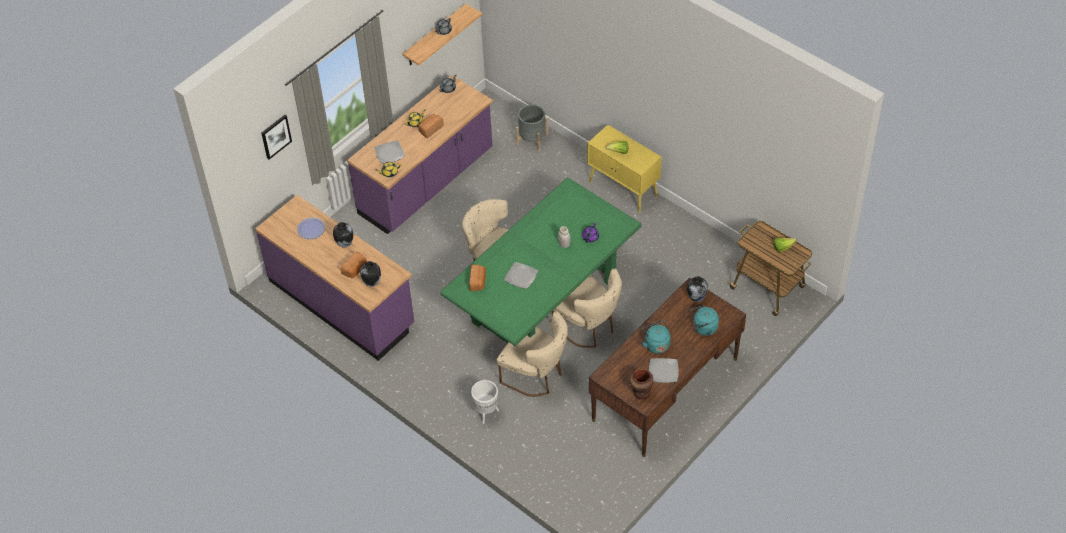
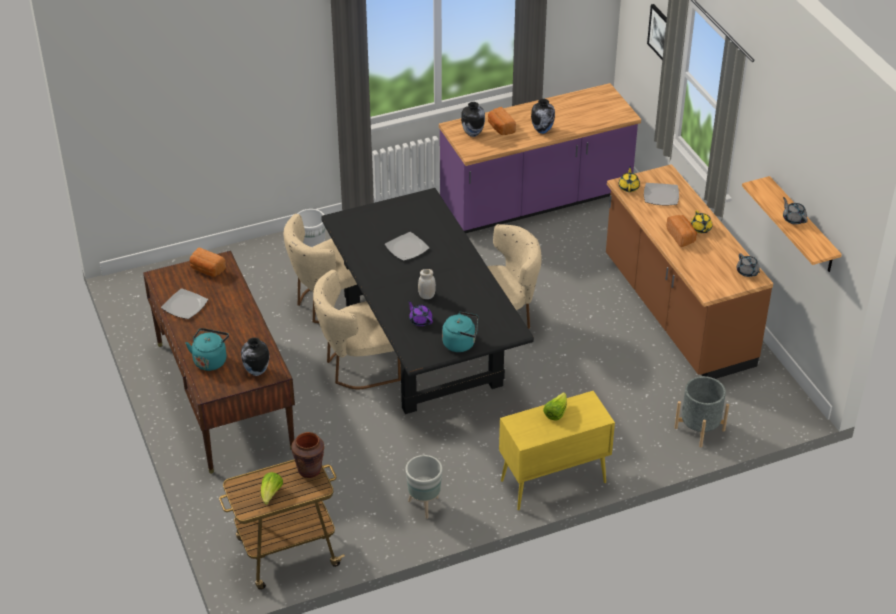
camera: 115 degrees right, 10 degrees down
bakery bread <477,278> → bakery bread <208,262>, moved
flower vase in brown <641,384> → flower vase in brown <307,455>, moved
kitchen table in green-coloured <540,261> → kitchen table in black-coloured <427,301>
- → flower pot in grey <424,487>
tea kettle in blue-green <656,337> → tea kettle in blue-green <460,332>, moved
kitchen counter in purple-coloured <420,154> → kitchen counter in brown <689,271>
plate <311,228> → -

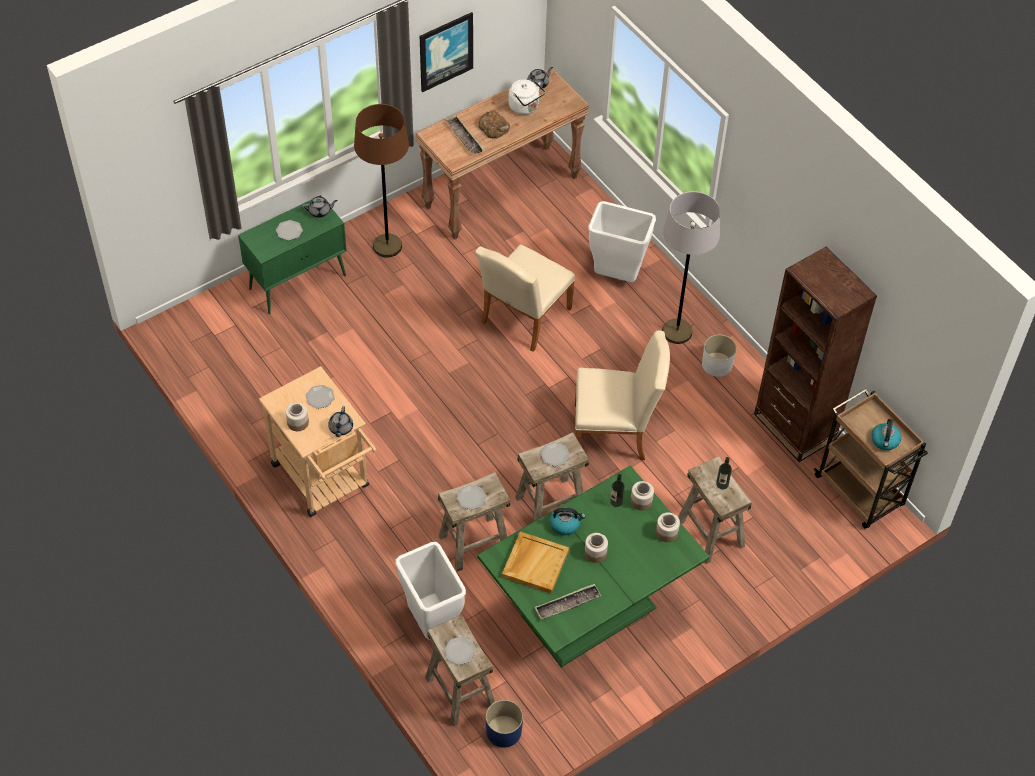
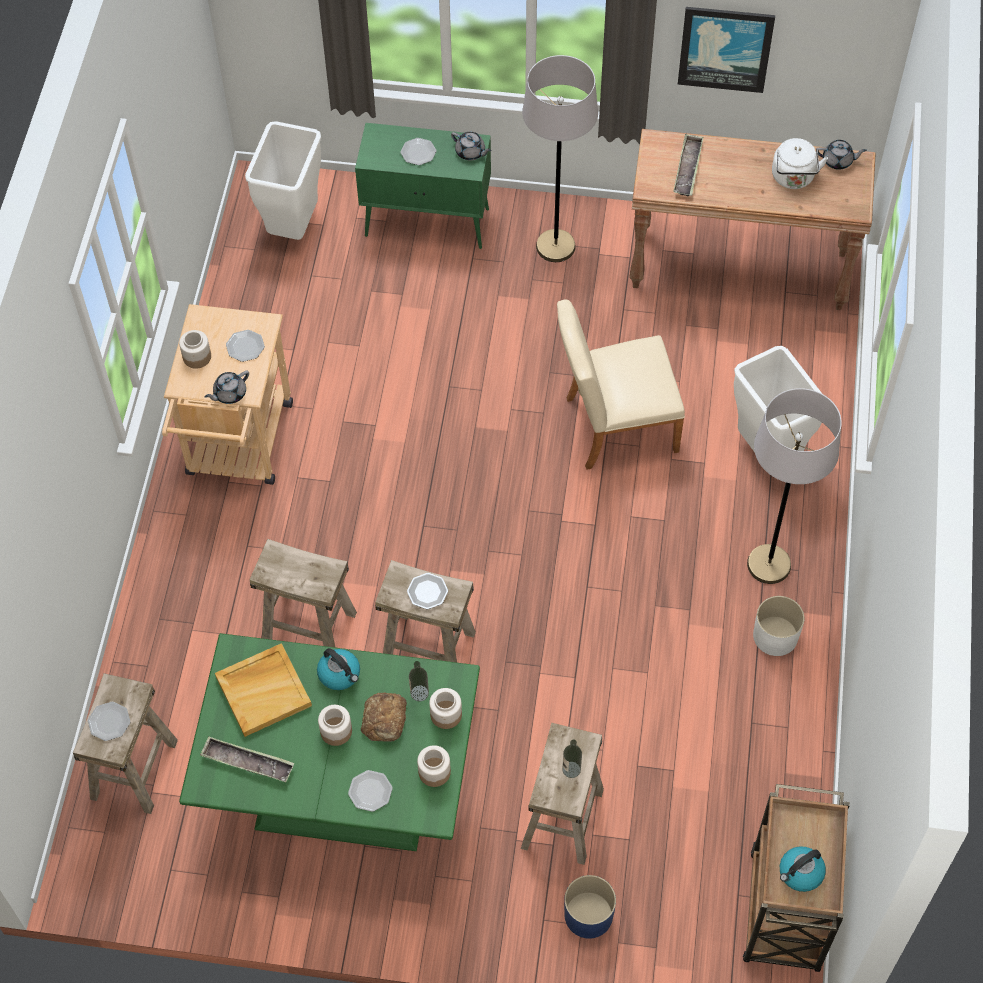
camera: 45 degrees right, 5 degrees up
trash can in whitish <431,591> → trash can in whitish <283,180>, moved
plate <471,497> → plate <370,791>, moved
bakery bread <494,125> → bakery bread <384,717>, moved
standard lamp in brown <381,181> → standard lamp in grey <560,158>
flower pot in bluish <504,724> → flower pot in bluish <590,907>, moved
upright chair in sand-coloured <622,395> → -
bookcase in brown <815,354> → -

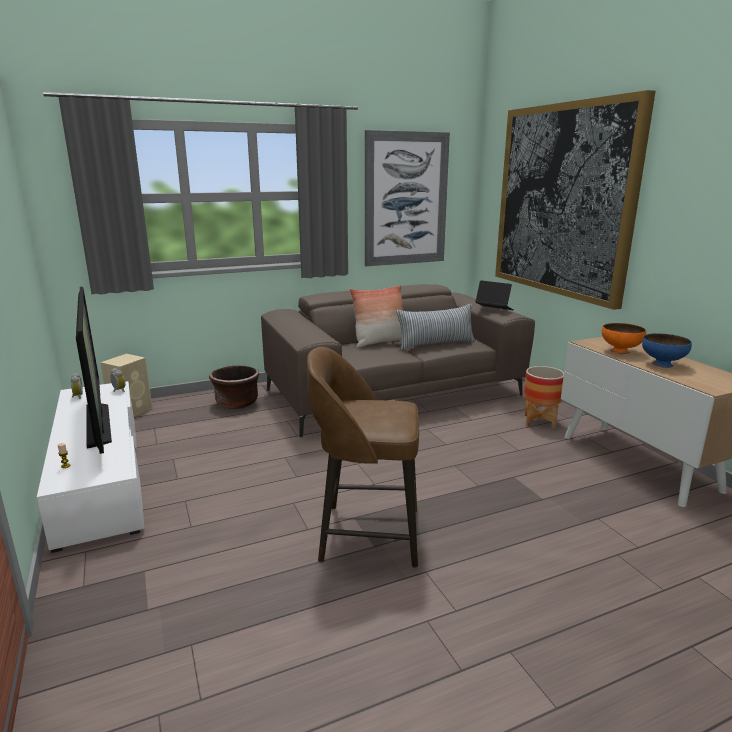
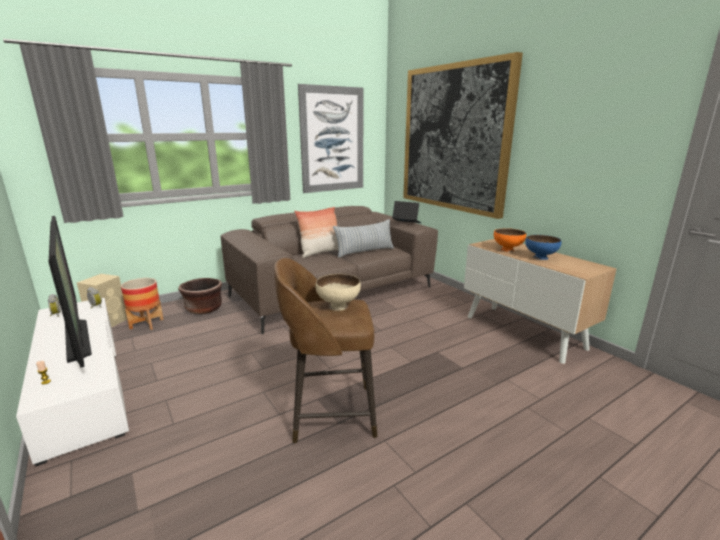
camera: 10 degrees left, 0 degrees up
flower pot <544,397> → flower pot <142,304>, moved
- → serving bowl in sand-coloured <338,292>

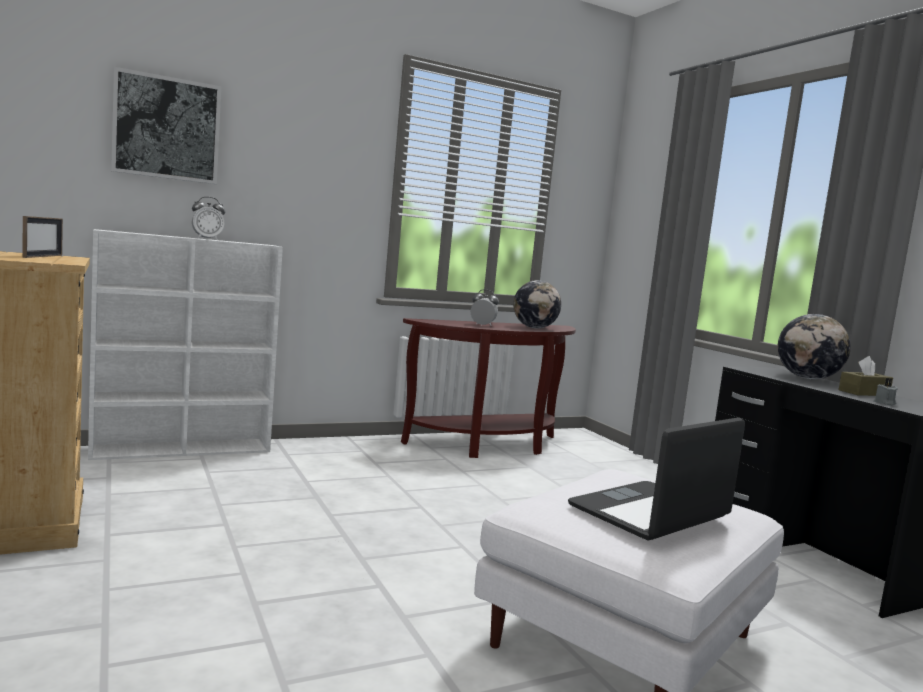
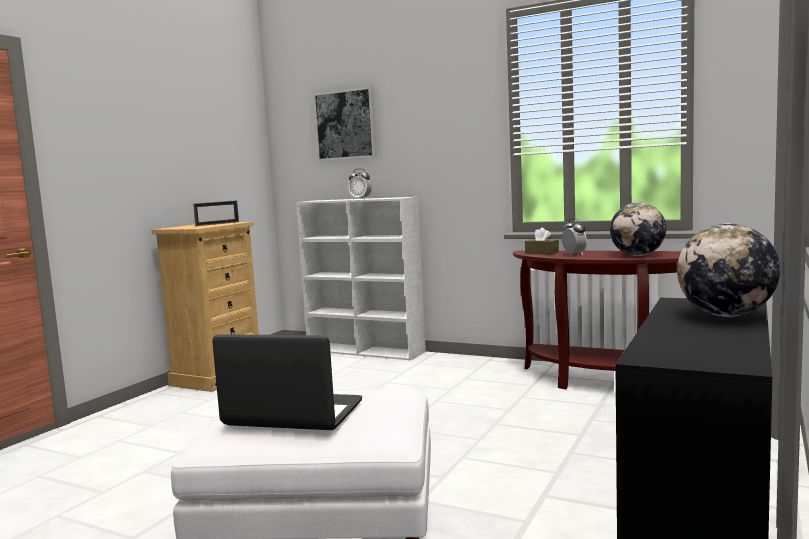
camera: 55 degrees right, 0 degrees up
box of tissues in brown <866,376> → box of tissues in brown <542,241>, moved
wax light in grey <885,391> → -

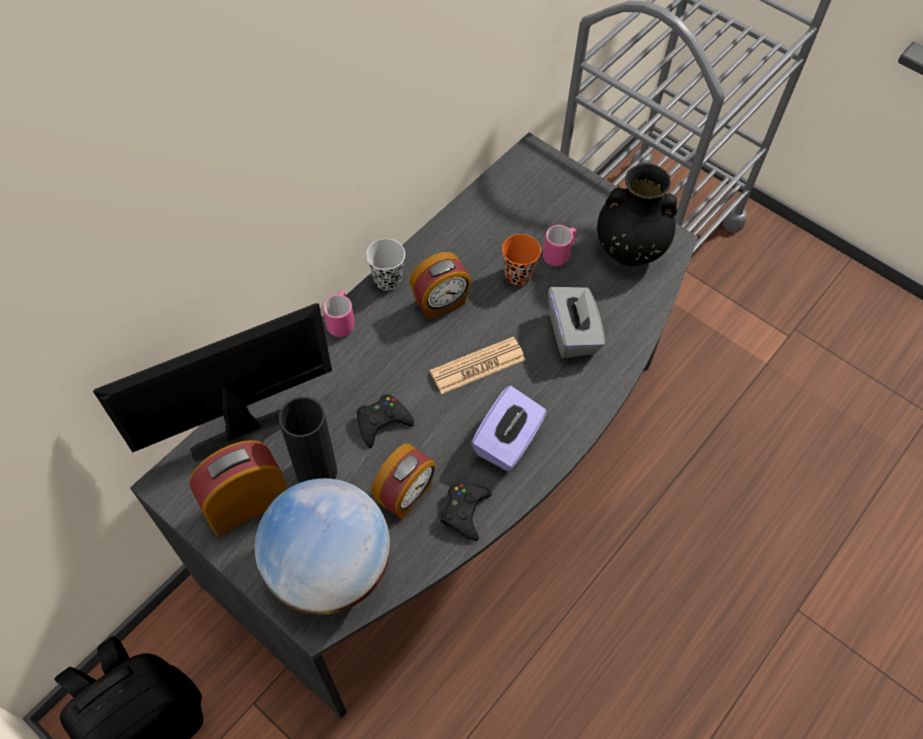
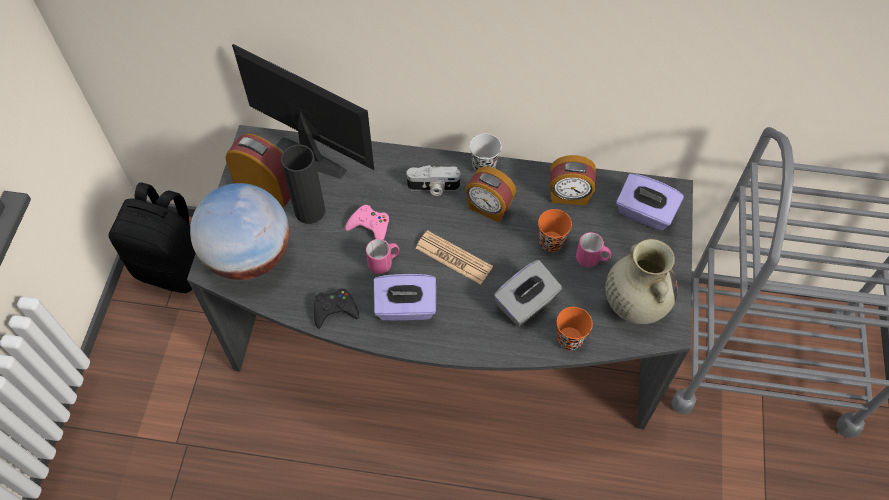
camera: 60 degrees right, 0 degrees up
joypad in black-coloured <385,421> → joypad in pink <367,222>
tea mug in pink <339,314> → tea mug in pink <382,256>, moved
- → still camera <433,180>
alarm clock <403,481> → alarm clock <573,180>, moved
- → cup in orangey <575,328>
flower vase in black-coloured <637,214> → flower vase in sand-coloured <641,281>
- → box of tissues in purple-coloured <650,202>

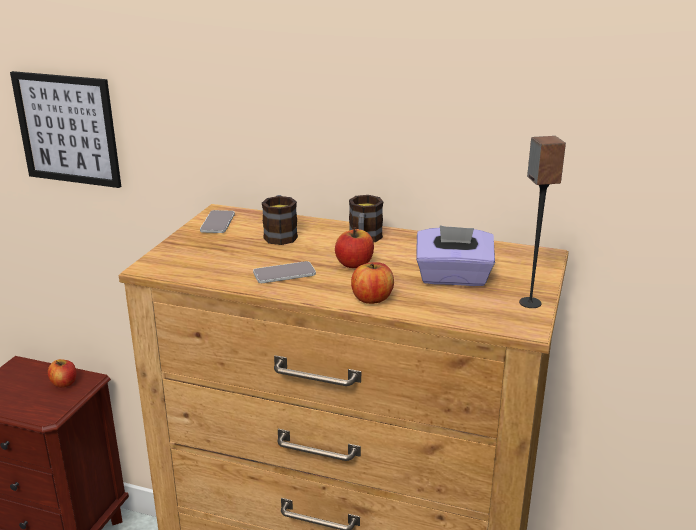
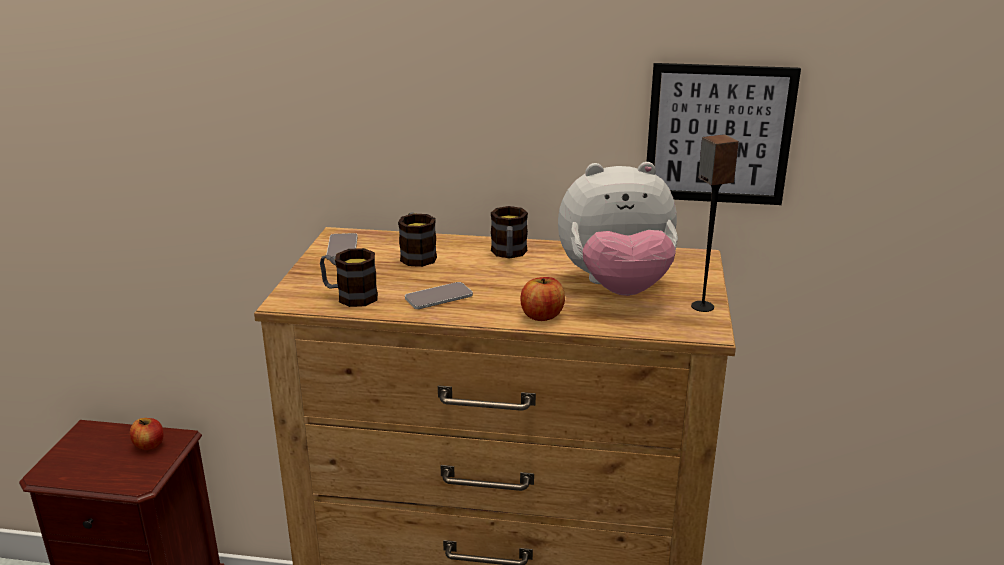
camera: 10 degrees left, 0 degrees up
- → tea mug <349,277>
box of tissues in purple-coloured <455,255> → cuddly toy <618,229>
wall art <65,129> → wall art <724,134>, moved
apple <354,247> → -

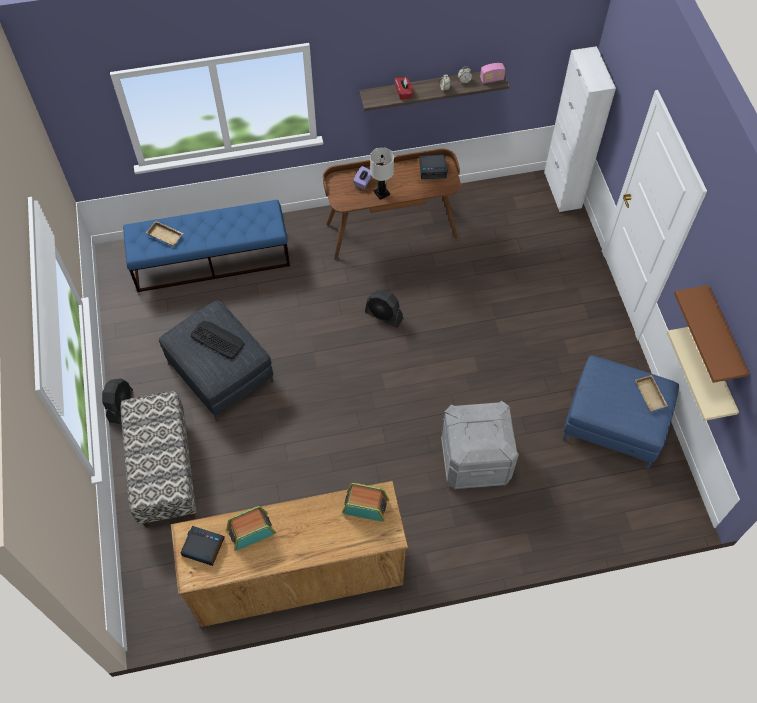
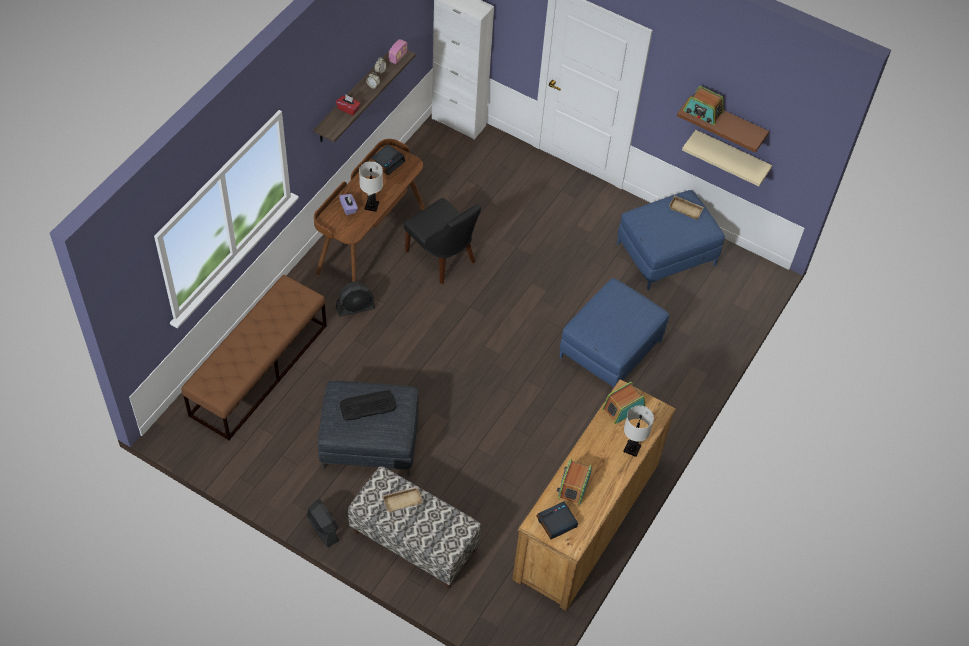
camera: 50 degrees left, 5 degrees down
bench in bluish <206,246> → bench in brown <254,357>
cooling fan in black-coloured <384,308> → cooling fan in black-coloured <355,299>, moved
tray in sand-coloured <164,234> → tray in sand-coloured <402,499>, moved
- → upright chair in black-coloured <442,241>
storage box in grey <480,445> → footrest in bluish <614,333>
- → lamp for a table in whitish <638,431>
- → radio <703,105>

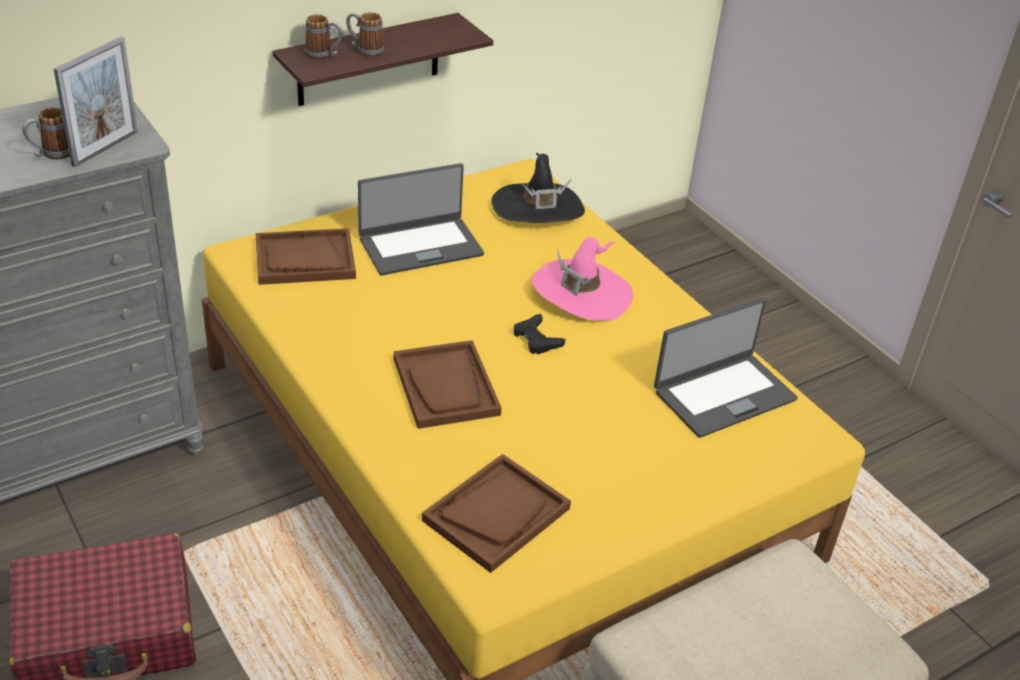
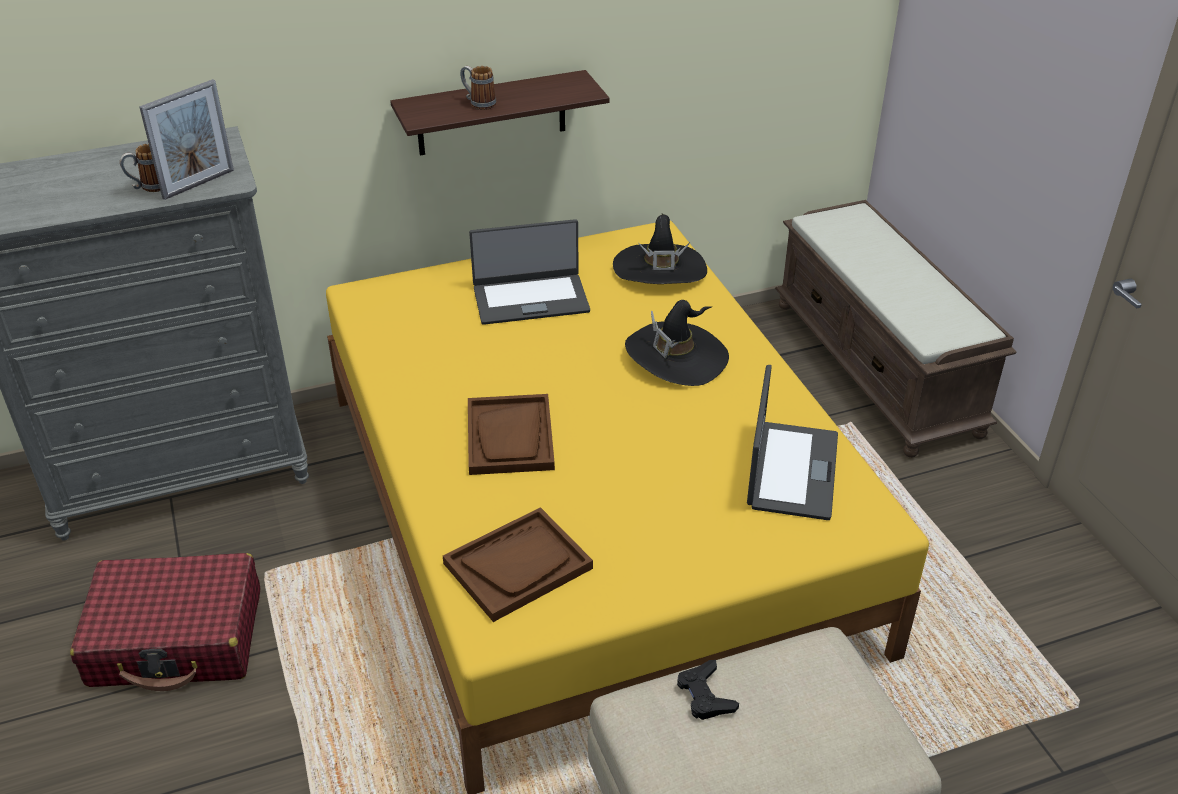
camera: 15 degrees right, 0 degrees up
clothing hat in pink <582,279> → clothing hat in black-coloured <677,343>
joypad in black-coloured <539,334> → joypad in black-coloured <708,690>, moved
notebook computer <726,368> → notebook computer <792,442>, 60 degrees counterclockwise
- → bench in brown <896,329>
tray in brown <306,256> → -
tea mug <323,36> → -

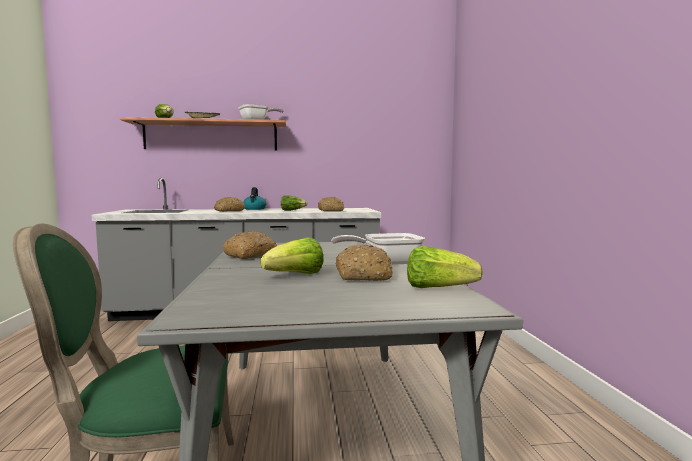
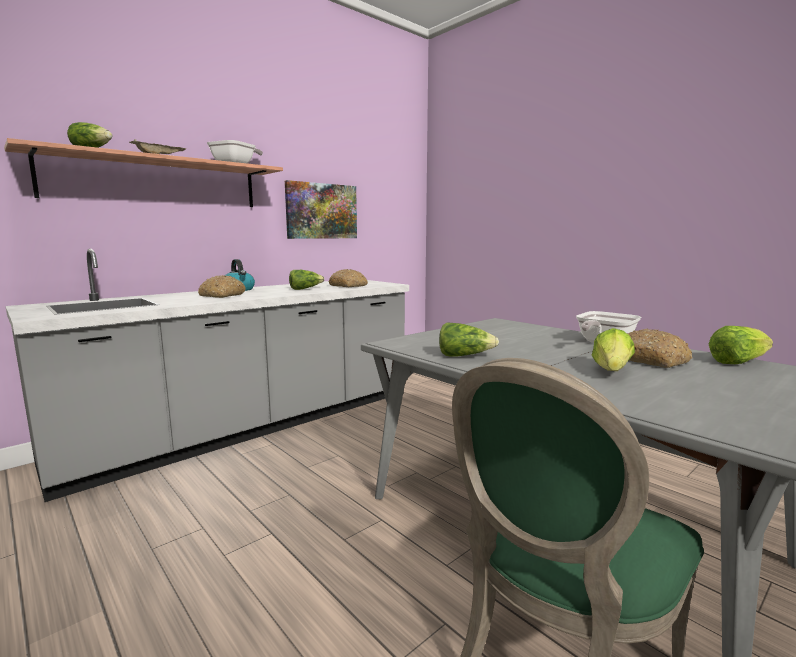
camera: 35 degrees left, 5 degrees up
- → wall art <321,209>
bakery bread <249,245> → lettuce head <469,339>

